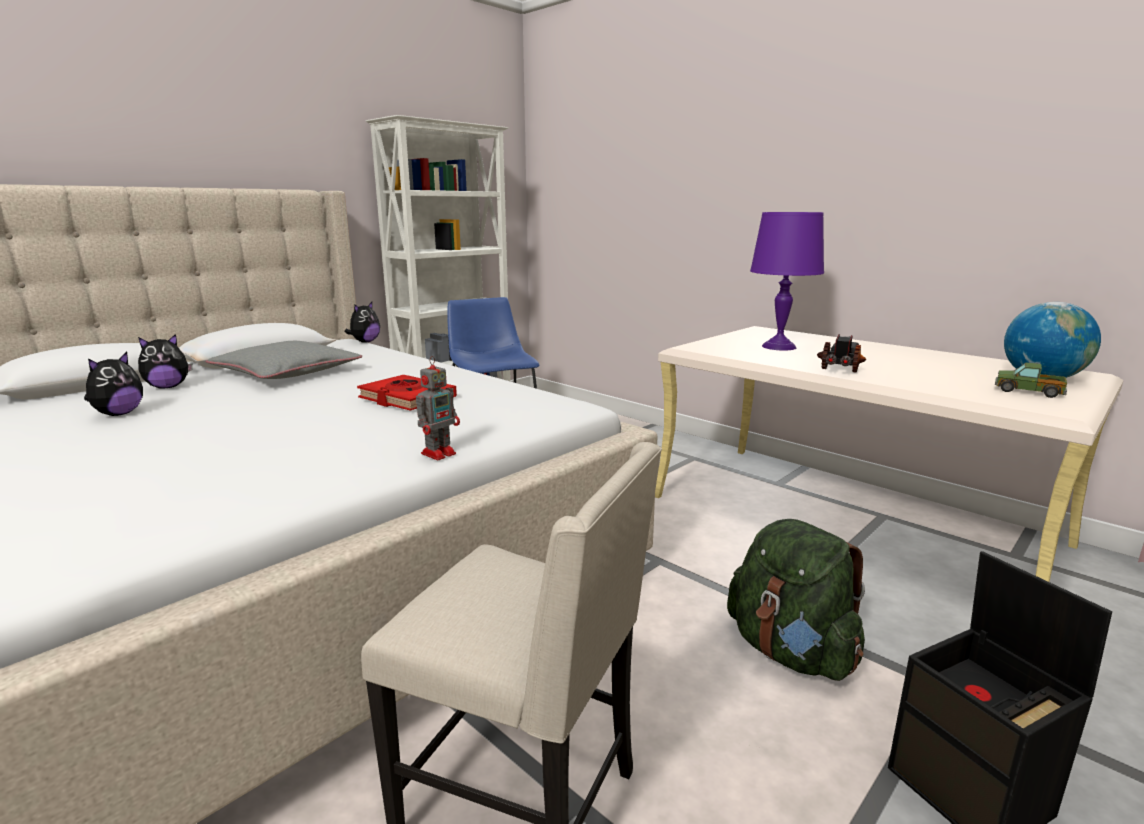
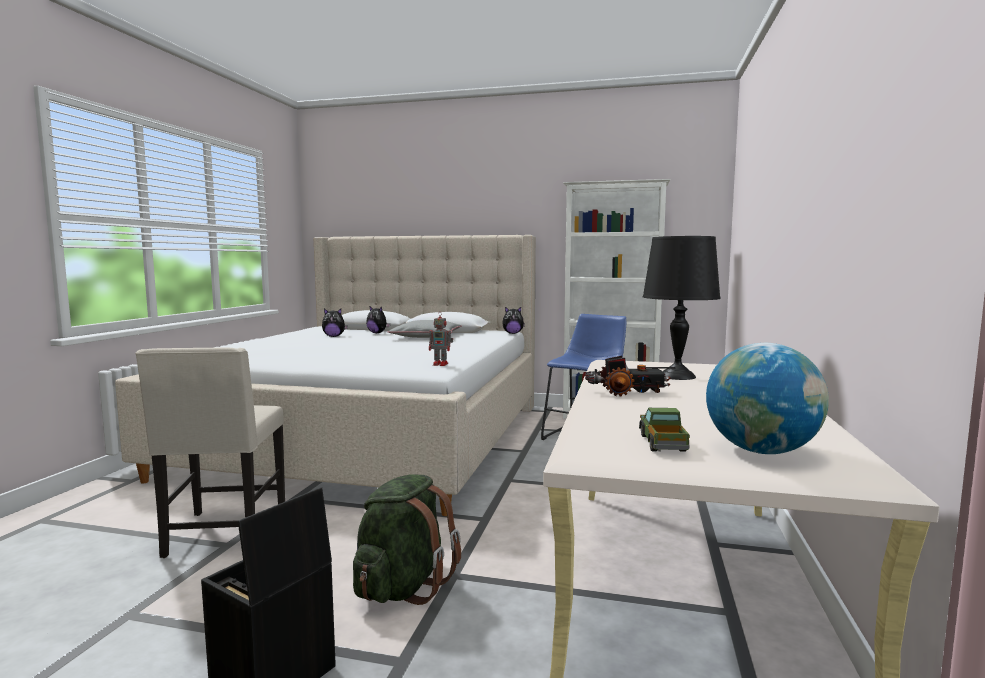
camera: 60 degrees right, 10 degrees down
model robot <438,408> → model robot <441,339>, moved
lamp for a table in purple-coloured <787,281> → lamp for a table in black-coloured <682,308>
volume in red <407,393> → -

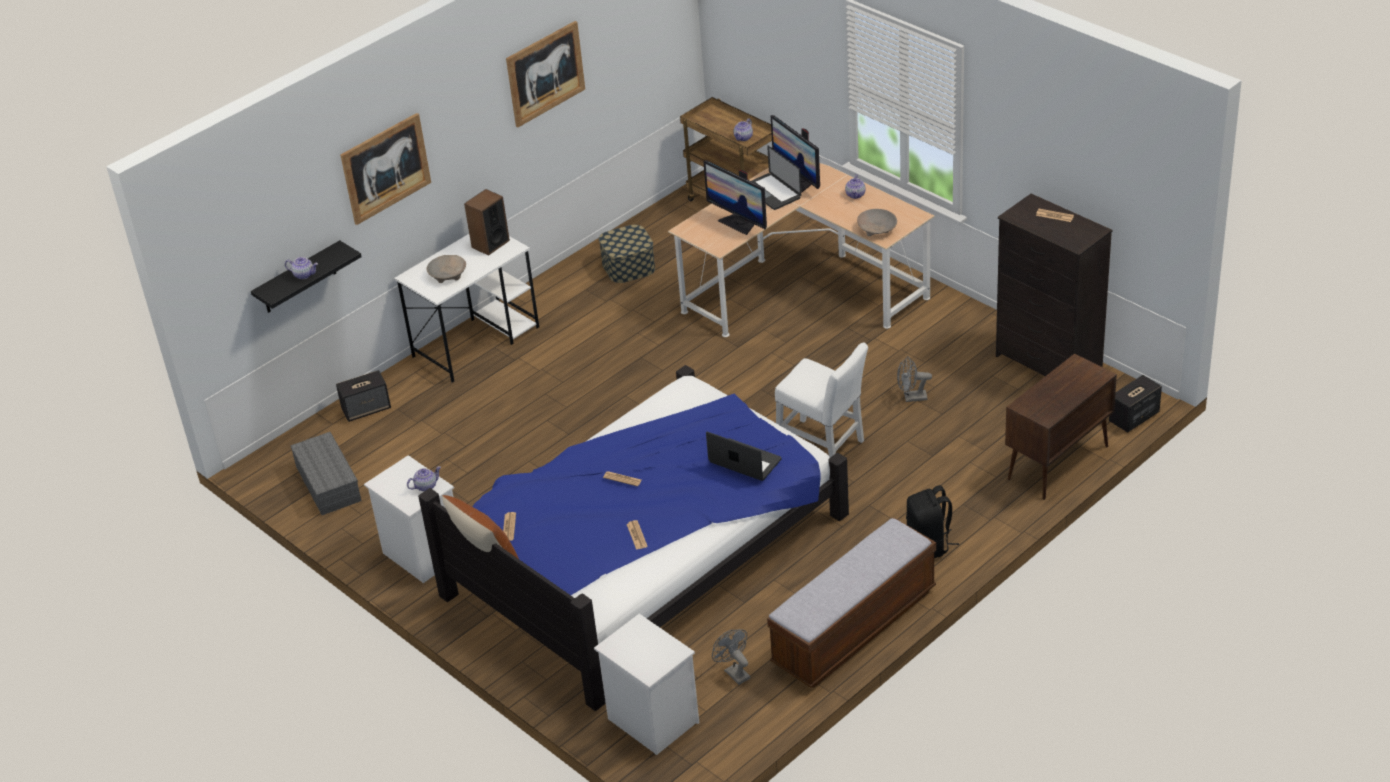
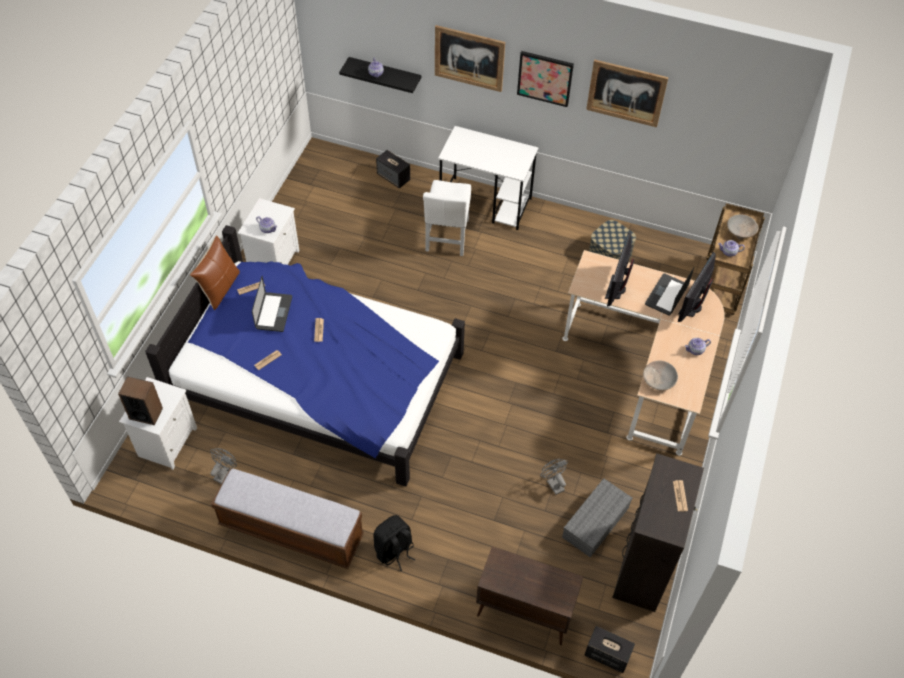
camera: 60 degrees right, 15 degrees up
speaker <487,222> → speaker <140,400>, moved
notebook computer <743,456> → notebook computer <272,304>, moved
upright chair in whitish <821,400> → upright chair in whitish <447,218>, moved
- → wall art <545,79>
storage box in grey <325,473> → storage box in grey <597,517>, moved
serving bowl in sand-coloured <446,269> → serving bowl in sand-coloured <743,227>, moved

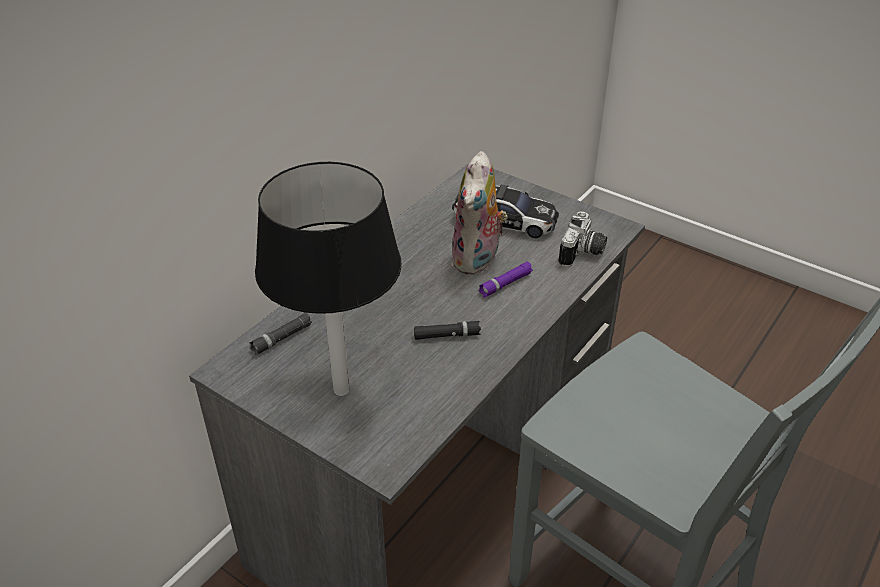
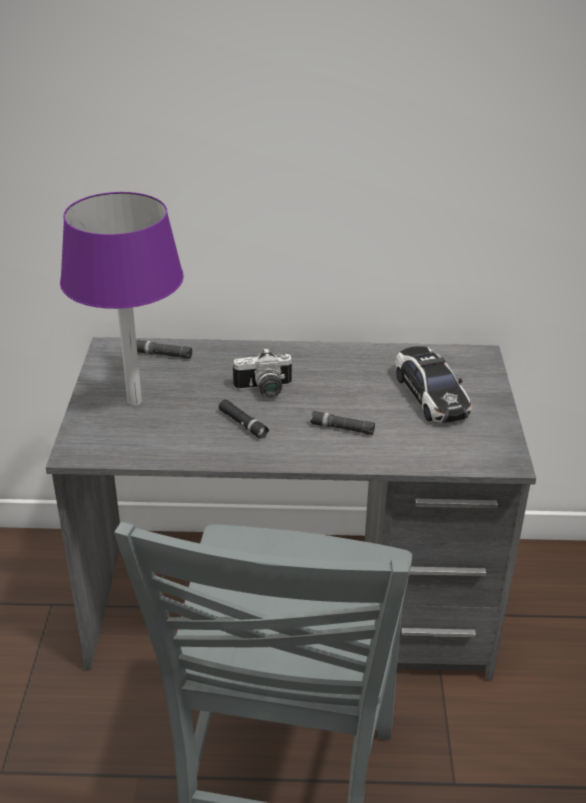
camera: 55 degrees right, 5 degrees down
lamp for a table in black-coloured <328,279> → lamp for a table in purple-coloured <122,299>
still camera <583,239> → still camera <262,373>, moved
flashlight in purple-coloured <506,279> → flashlight in black-coloured <342,423>
cuddly toy <479,213> → -

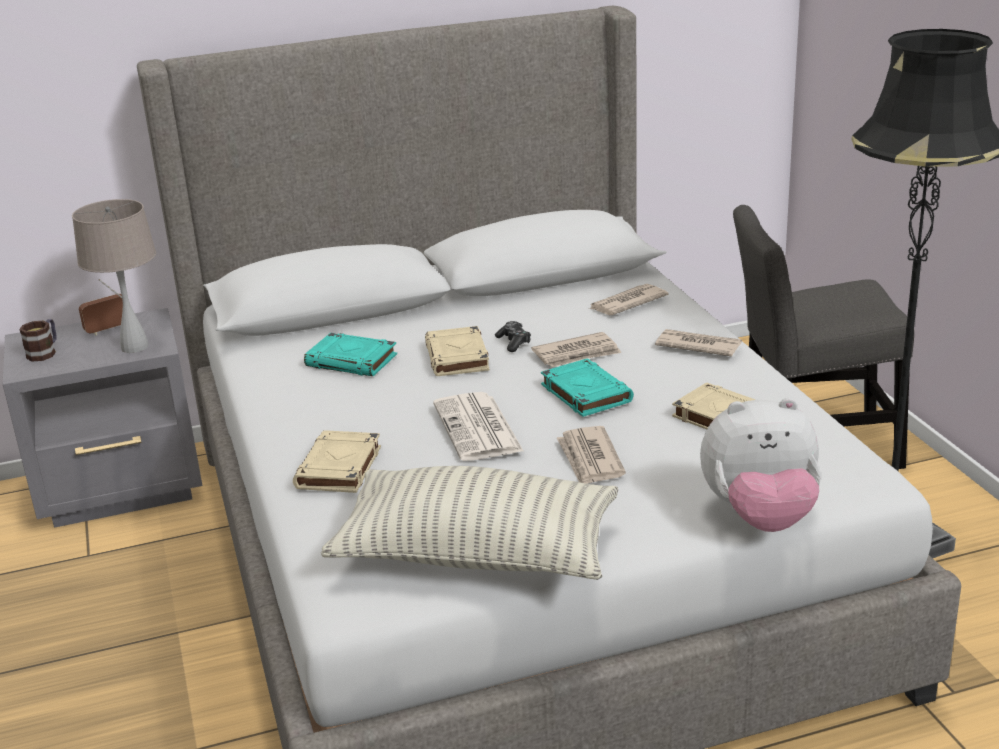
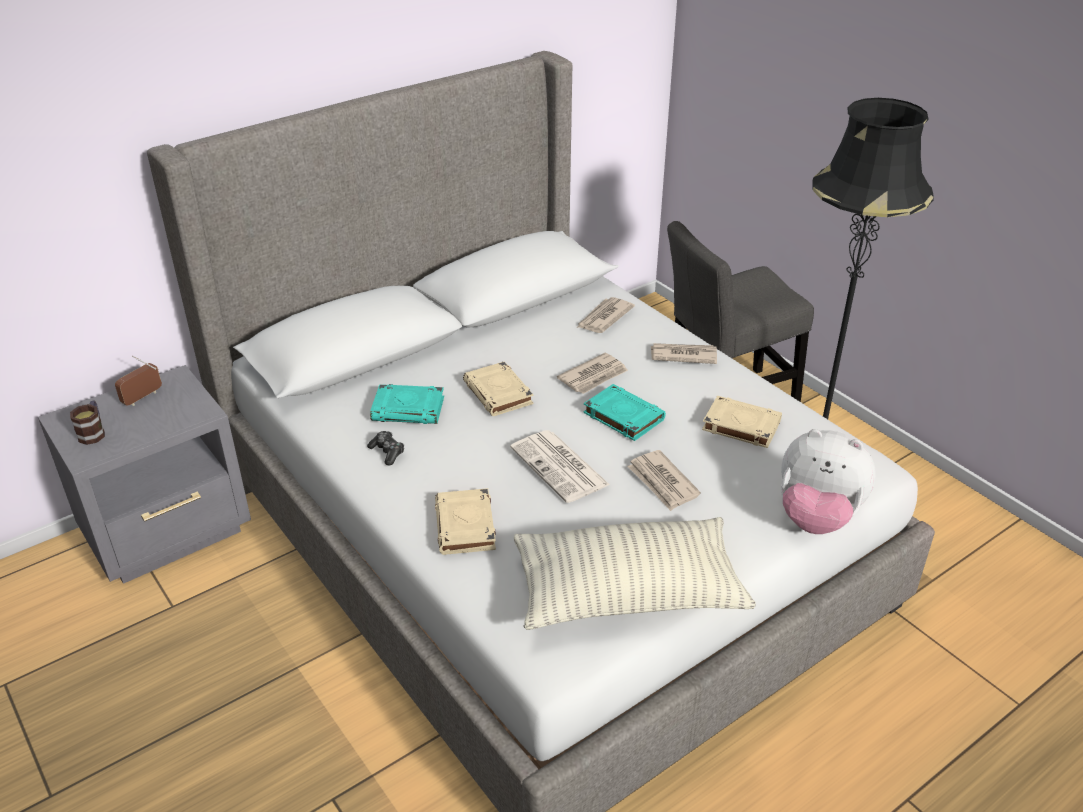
camera: 20 degrees left, 10 degrees up
joypad <513,336> → joypad <385,448>, moved
cuddly toy <760,465> → cuddly toy <828,481>, 45 degrees clockwise
lamp for a table in sand-coloured <114,276> → -

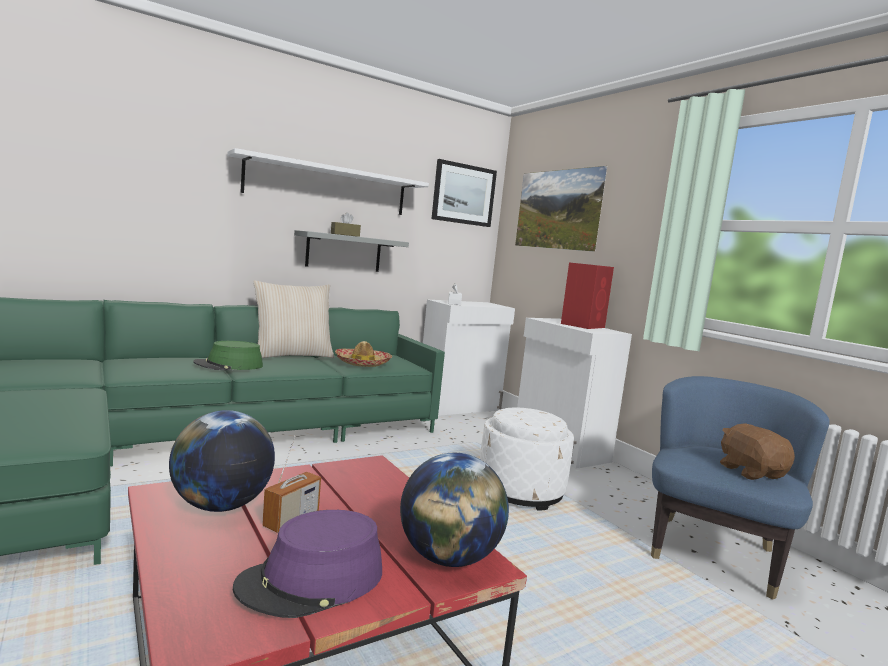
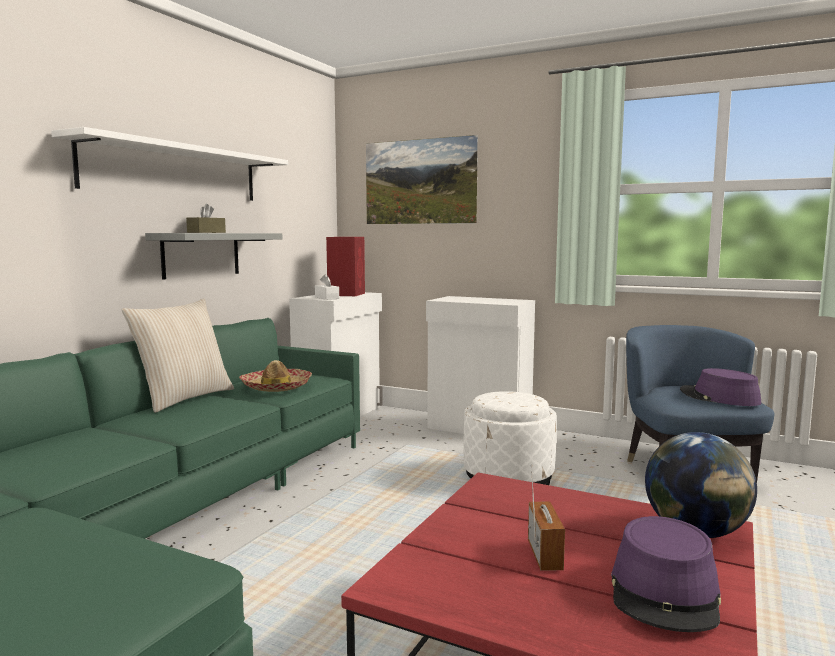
camera: 30 degrees left, 0 degrees up
speaker in red <587,295> → speaker in red <345,266>, moved
cuddly toy in brown <757,452> → clothing hat in purple-coloured <720,387>
globe <222,461> → -
clothing hat in green-coloured <228,355> → -
wall art <464,193> → -

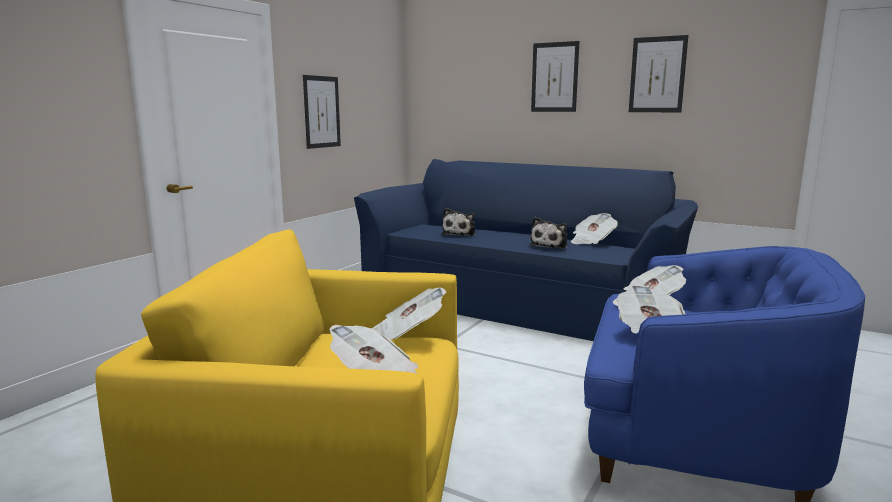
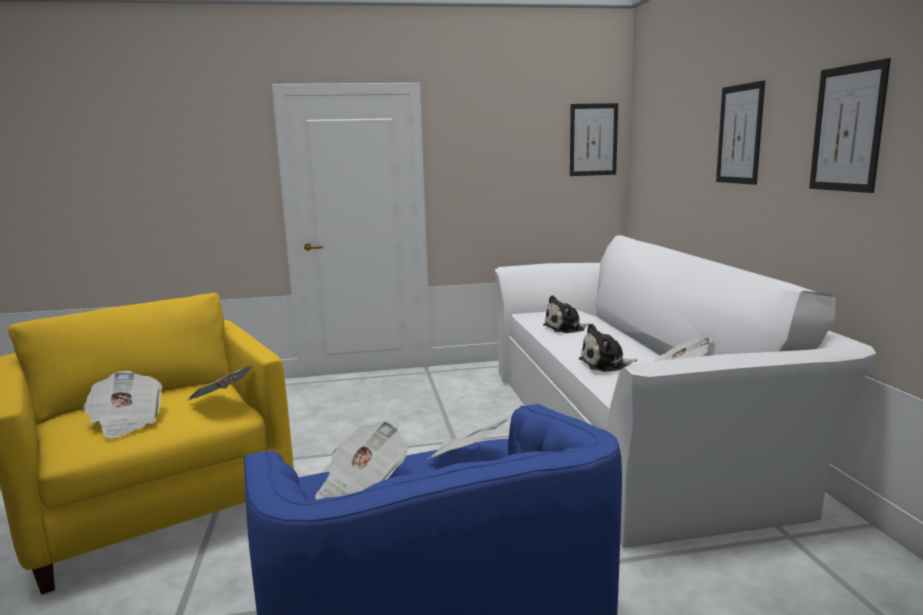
camera: 50 degrees right, 0 degrees up
sofa in bluish <526,250> → sofa in whitish <685,391>
wall art <322,112> → wall art <594,139>, moved

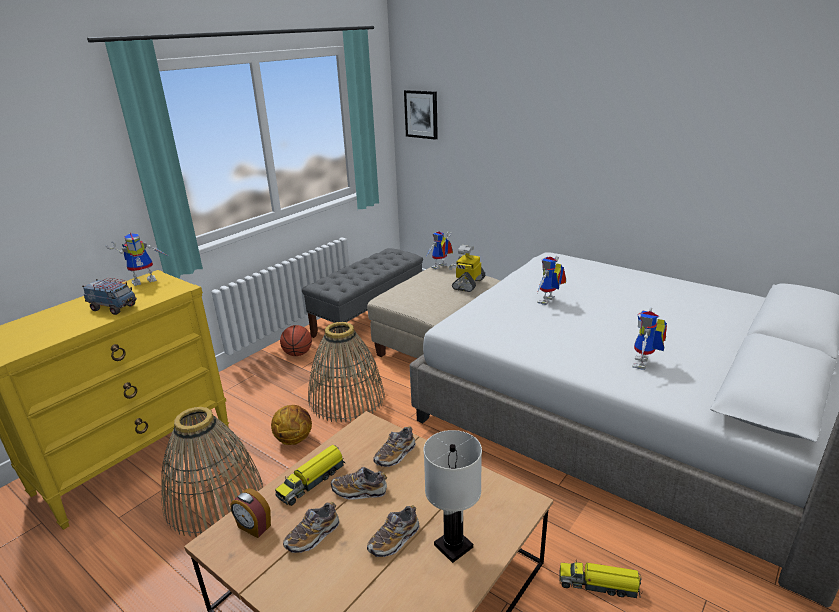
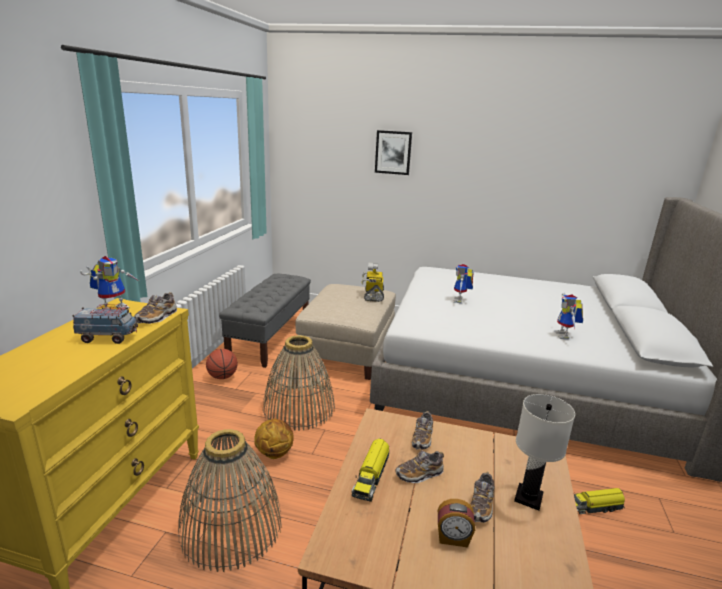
camera: 25 degrees left, 5 degrees down
shoe <311,527> → shoe <155,308>, moved
wall art <421,115> → wall art <393,152>, moved
alarm clock <250,513> → alarm clock <456,523>, moved
model robot <439,250> → -

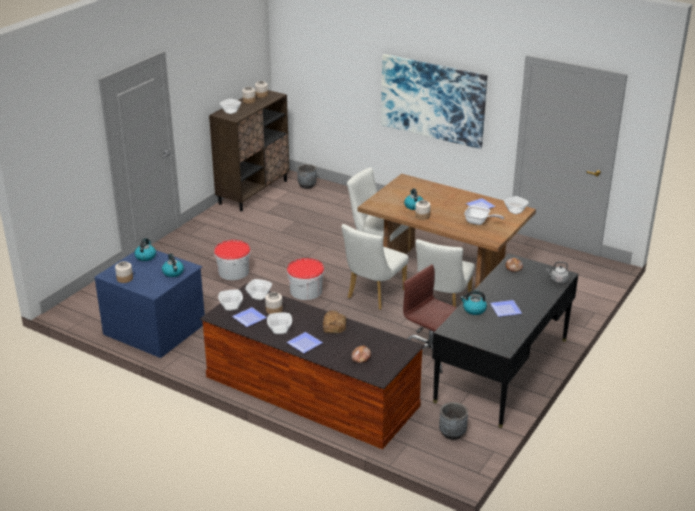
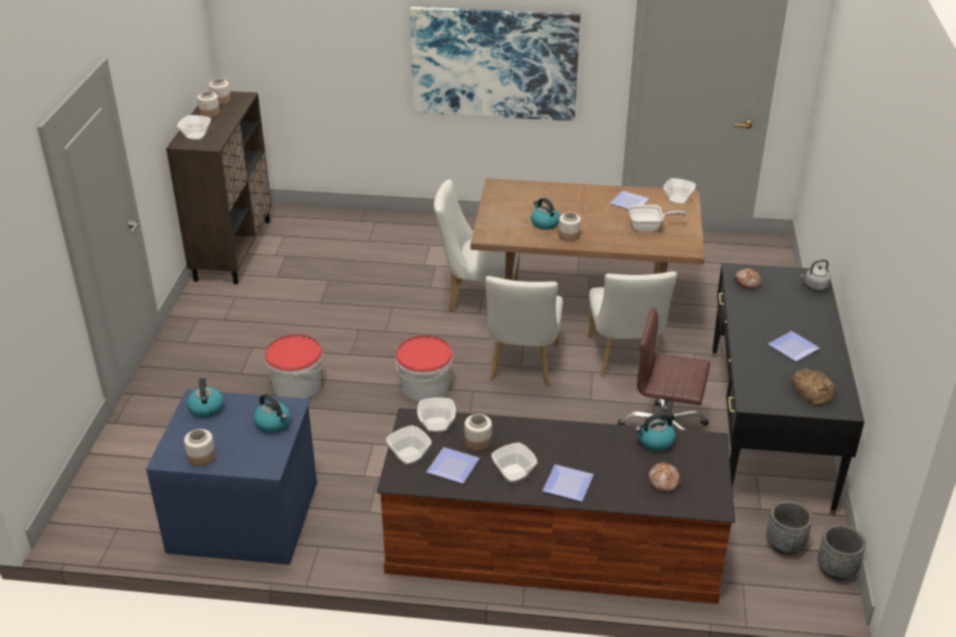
camera: 25 degrees left, 5 degrees up
tea kettle <473,302> → tea kettle <655,432>, moved
bakery bread <334,322> → bakery bread <814,387>, moved
flower pot in grey <307,176> → flower pot in grey <841,552>, moved

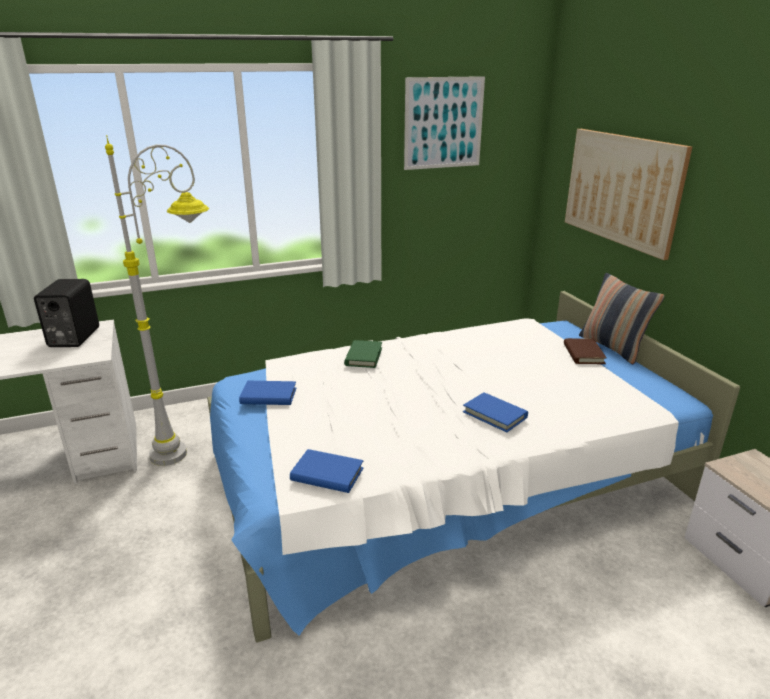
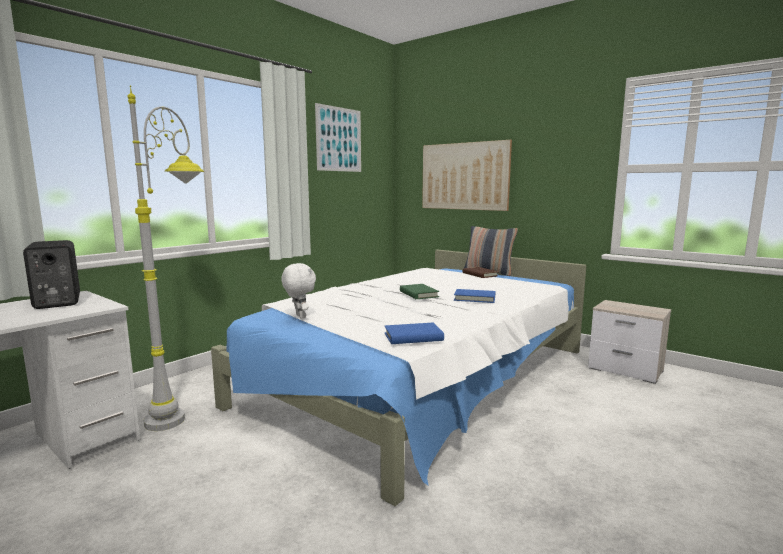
camera: 30 degrees left, 15 degrees down
volume in bluish <267,393> → cuddly toy in whitish <298,291>
volume in green-coloured <363,354> → volume in green-coloured <419,291>, moved

